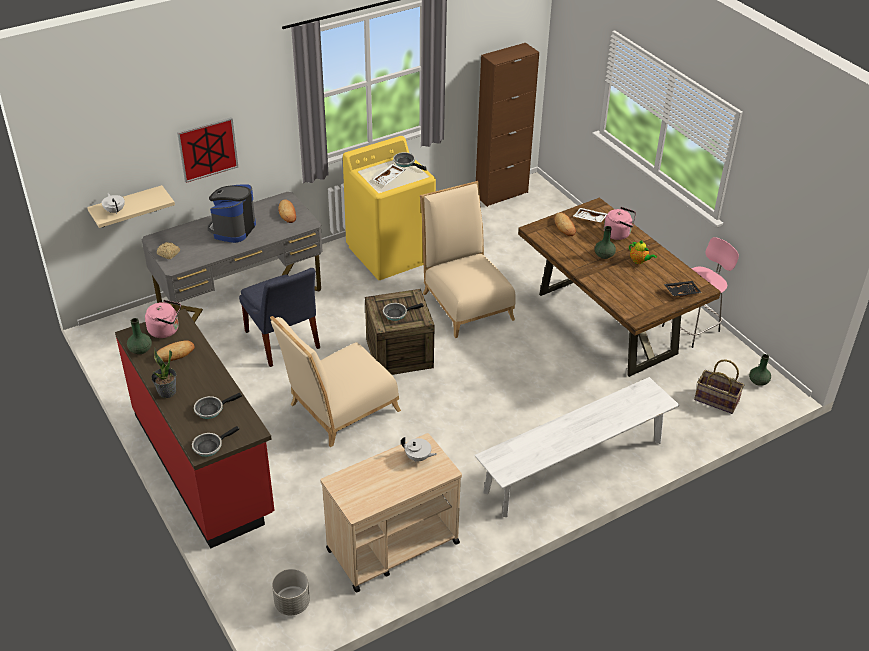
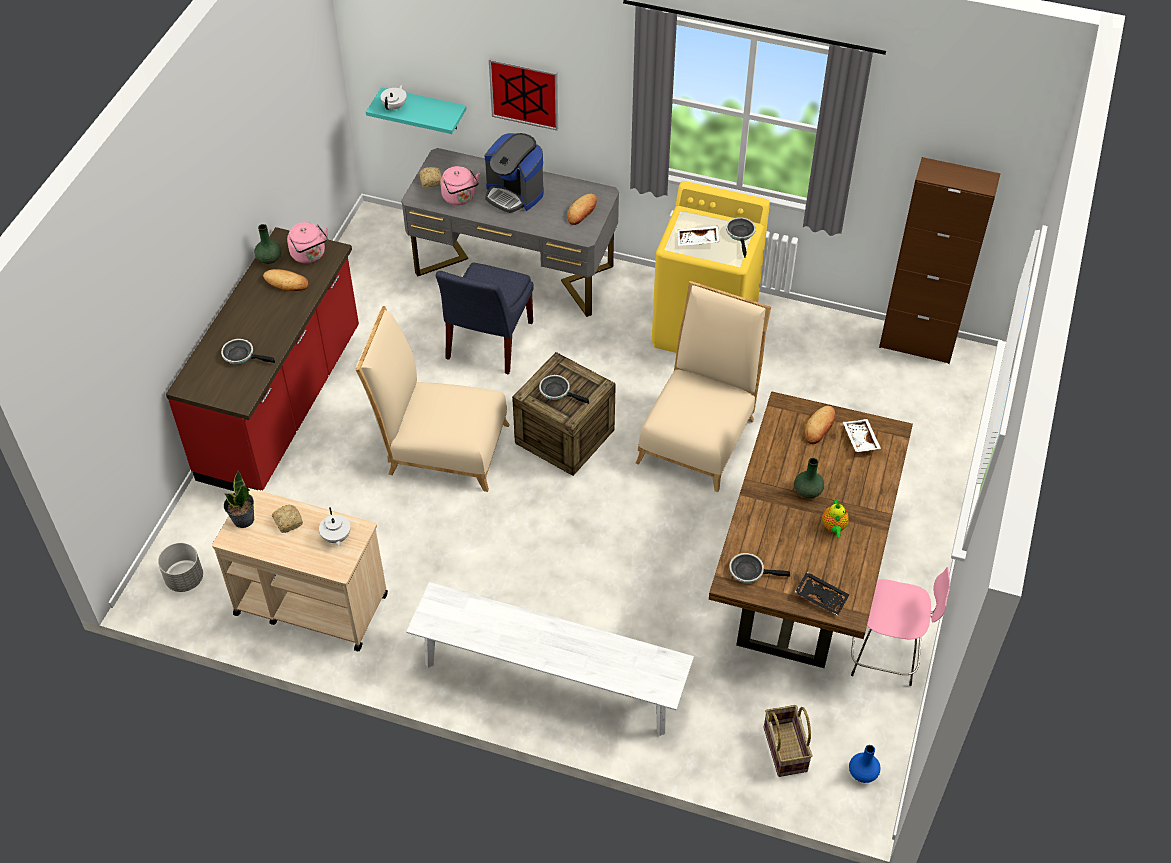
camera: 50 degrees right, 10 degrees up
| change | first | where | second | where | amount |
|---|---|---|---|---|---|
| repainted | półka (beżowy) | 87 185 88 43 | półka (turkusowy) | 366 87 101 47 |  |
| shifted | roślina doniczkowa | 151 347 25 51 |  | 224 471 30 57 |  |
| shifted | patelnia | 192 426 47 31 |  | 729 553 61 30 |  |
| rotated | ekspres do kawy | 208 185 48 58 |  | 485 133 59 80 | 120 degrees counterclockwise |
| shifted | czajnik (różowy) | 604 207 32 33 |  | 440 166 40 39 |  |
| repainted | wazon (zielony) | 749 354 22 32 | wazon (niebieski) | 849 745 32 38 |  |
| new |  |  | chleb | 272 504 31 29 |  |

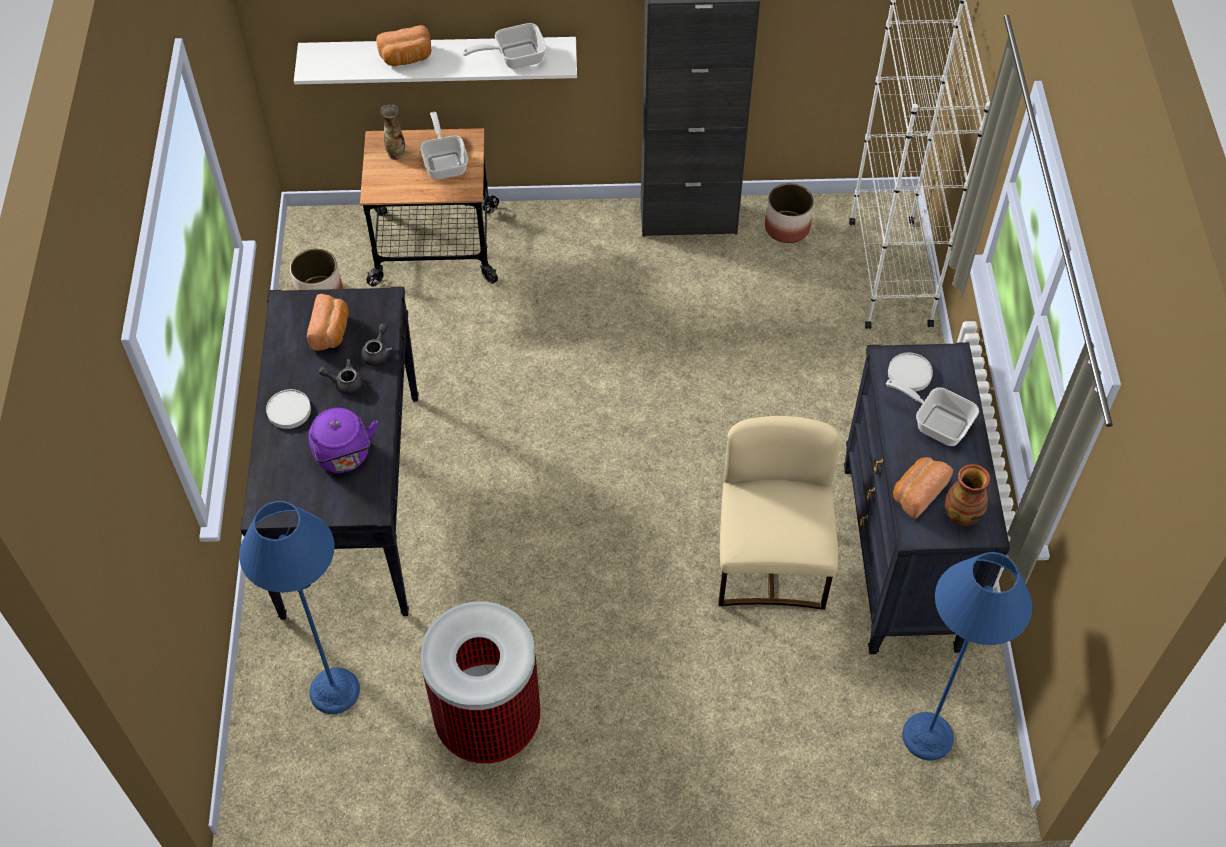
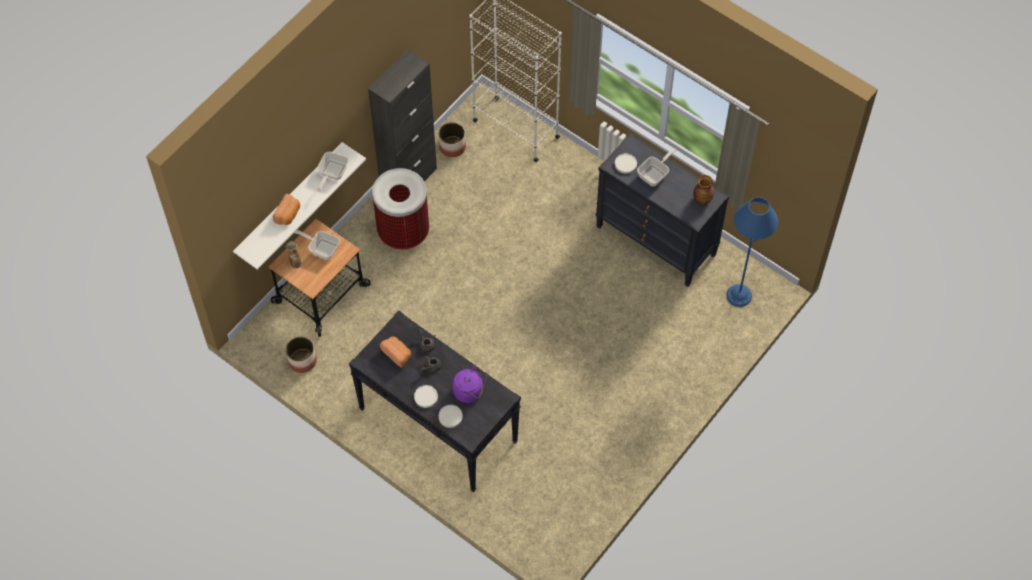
camera: 50 degrees left, 5 degrees up
| change | first | where | second | where | amount |
|---|---|---|---|---|---|
| gone | lampa stojąca (niebieski) | 239 501 121 213 |  |  |  |
| shifted | kosz na śmieci | 420 601 120 163 |  | 372 168 57 82 |  |
| gone | krzesło (beżowy) | 719 416 123 194 |  |  |  |
| rotated | patelnia | 886 379 93 67 |  | 637 148 40 38 | 150 degrees clockwise |
| gone | chleb | 893 457 60 62 |  |  |  |
| new |  |  | talerz (biały) | 439 405 24 23 |  |

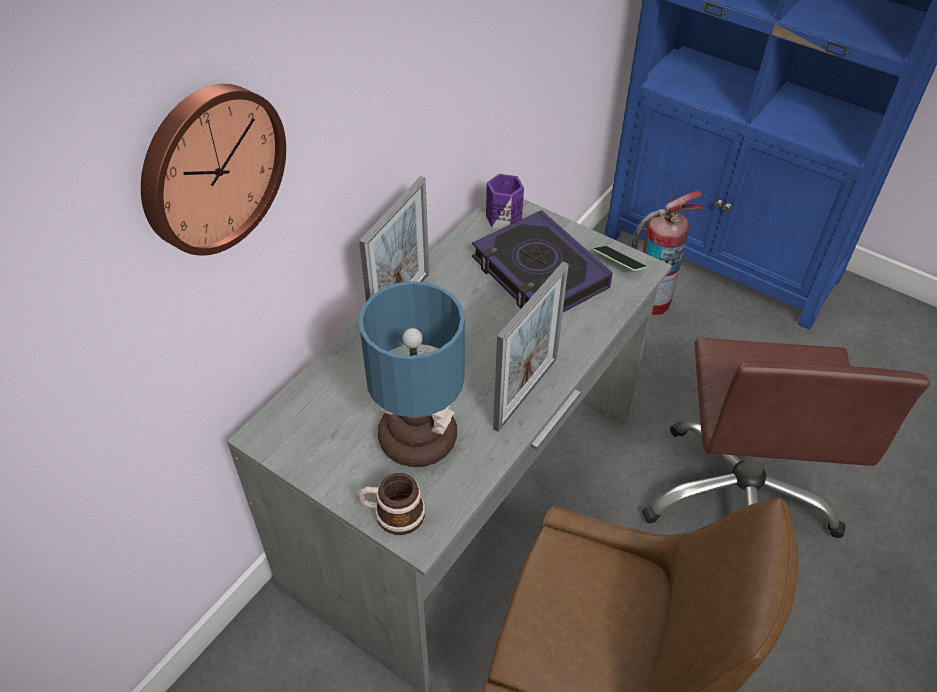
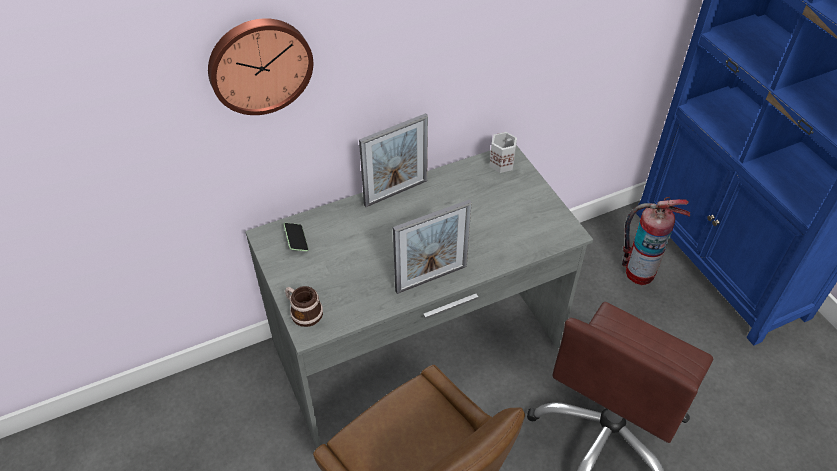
camera: 30 degrees right, 0 degrees up
| change | first | where | second | where | amount |
|---|---|---|---|---|---|
| gone | lampa stołowa | 359 281 106 186 |  |  |  |
| gone | książka | 472 210 141 102 |  |  |  |
| repainted | kubek (fioletowy) | 486 174 38 55 | kubek (biały) | 489 132 28 41 |  |
| shifted | telefon | 593 246 54 25 |  | 284 223 25 28 |  |

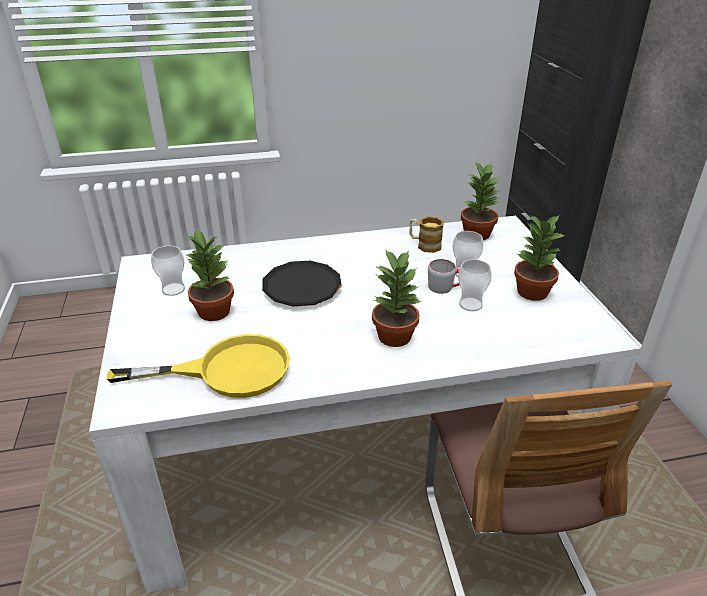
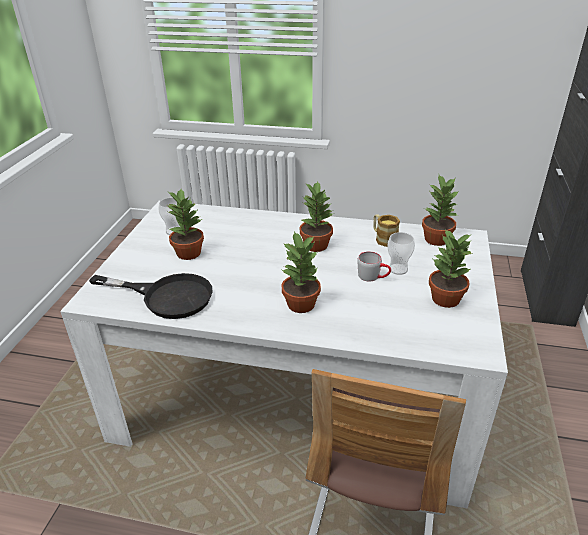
camera: 25 degrees right, 0 degrees up
| change | first | where | second | where | amount |
|---|---|---|---|---|---|
| repainted | patelnia (żółty) | 107 334 183 64 | patelnia (czarny) | 89 273 124 46 |  |
| gone | talerz (czarny) | 262 261 80 45 |  |  |  |
| gone | filiżanka | 458 259 34 52 |  |  |  |
| new |  |  | roślina doniczkowa | 300 181 33 71 |  |

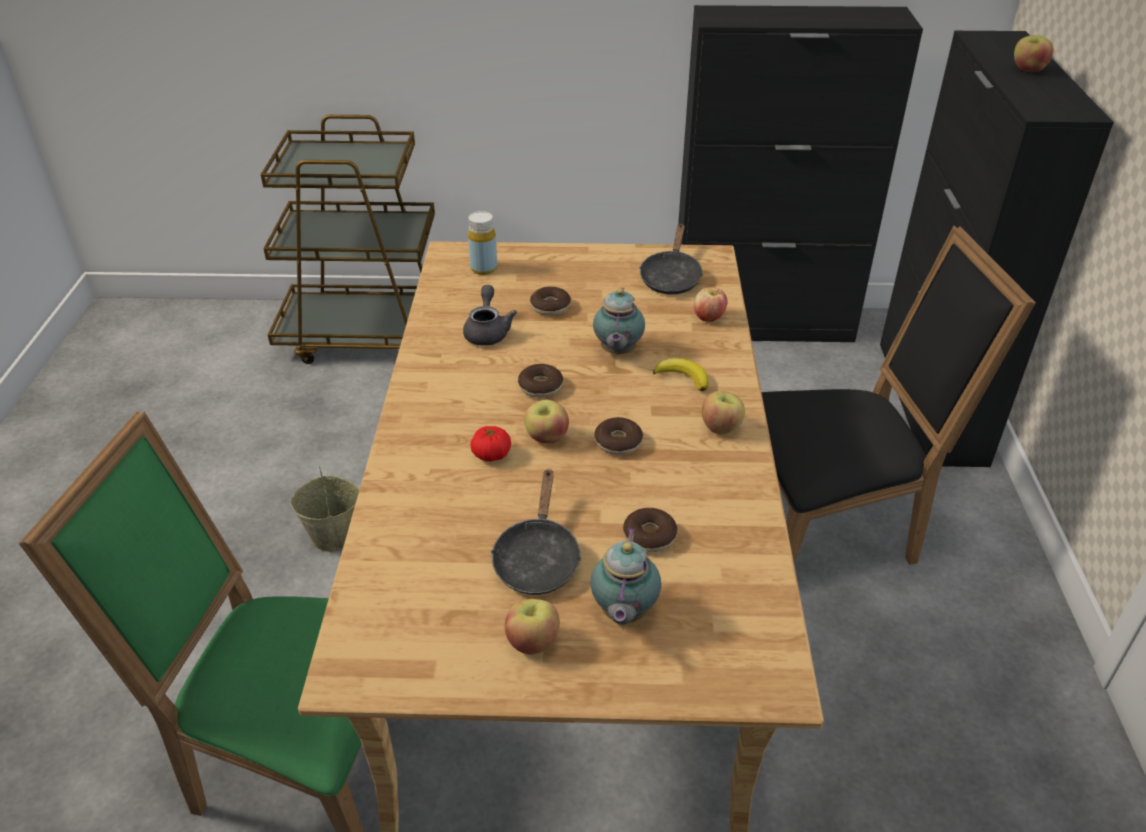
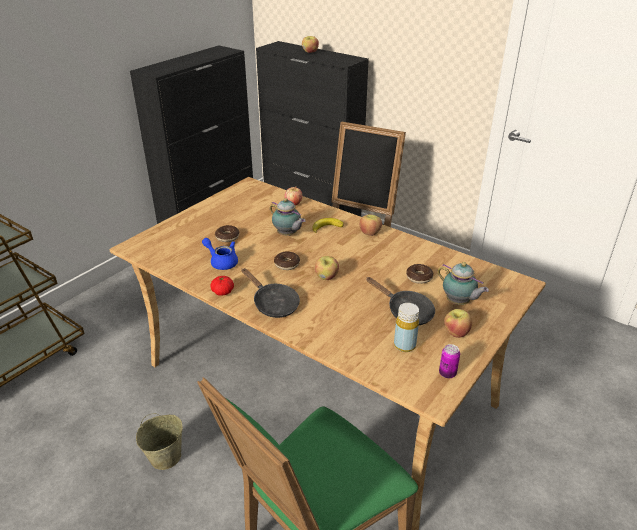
camera: 55 degrees left, 5 degrees down
| change | first | where | second | where | amount |
|---|---|---|---|---|---|
| repainted | imbryk (szary) | 463 285 54 61 | imbryk (niebieski) | 202 238 36 32 |  |
| shifted | butelka (żółty) | 468 211 29 64 |  | 394 303 25 49 |  |
| shifted | pomidor | 470 426 41 36 |  | 210 276 24 20 |  |
| gone | donut | 594 417 49 38 |  |  |  |
| shifted | patelnia (czarny) | 639 224 64 71 |  | 241 268 59 50 |  |
| new |  |  | puszka | 439 344 21 34 |  |

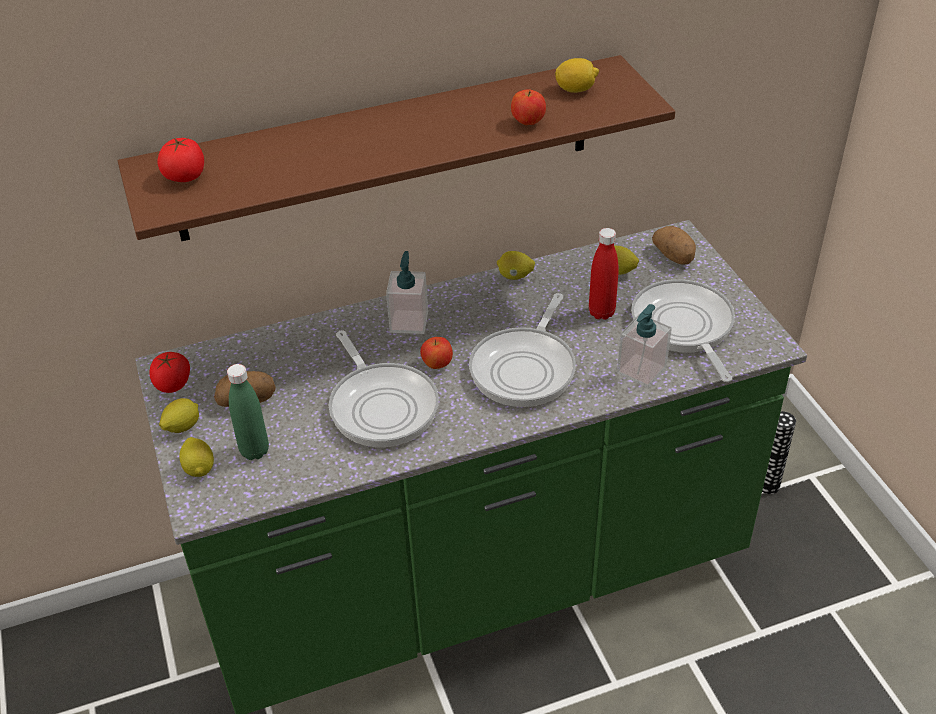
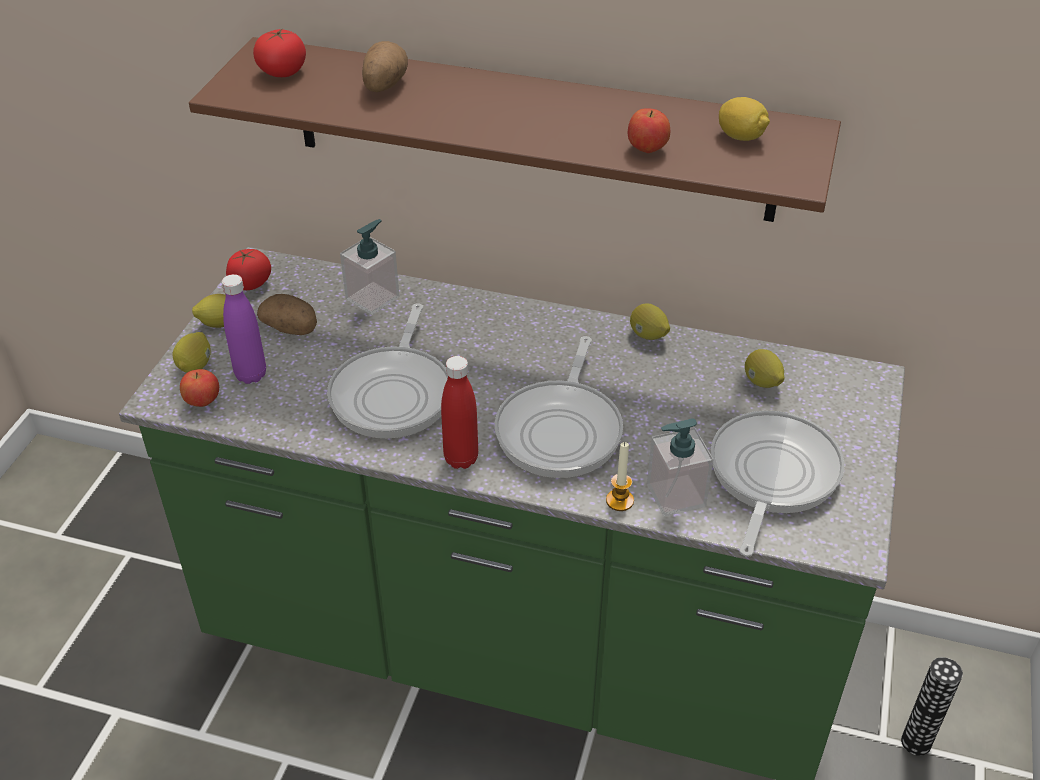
camera: 35 degrees right, 0 degrees up
| change | first | where | second | where | amount |
|---|---|---|---|---|---|
| repainted | butelka (zielony) | 227 364 42 96 | butelka (fioletowy) | 222 274 44 110 |  |
| shifted | dozownik mydła | 386 251 42 83 |  | 340 219 60 96 |  |
| shifted | jabłko | 420 337 33 32 |  | 180 369 39 38 |  |
| rotated | patelnia | 469 293 107 114 |  | 495 336 128 142 | 45 degrees counterclockwise |
| shifted | butelka (czerwony) | 589 228 30 92 |  | 441 356 37 113 |  |
| shifted | ziemniak | 652 226 44 39 |  | 362 41 46 52 |  |
| new |  |  | świeca | 606 442 28 69 |  |

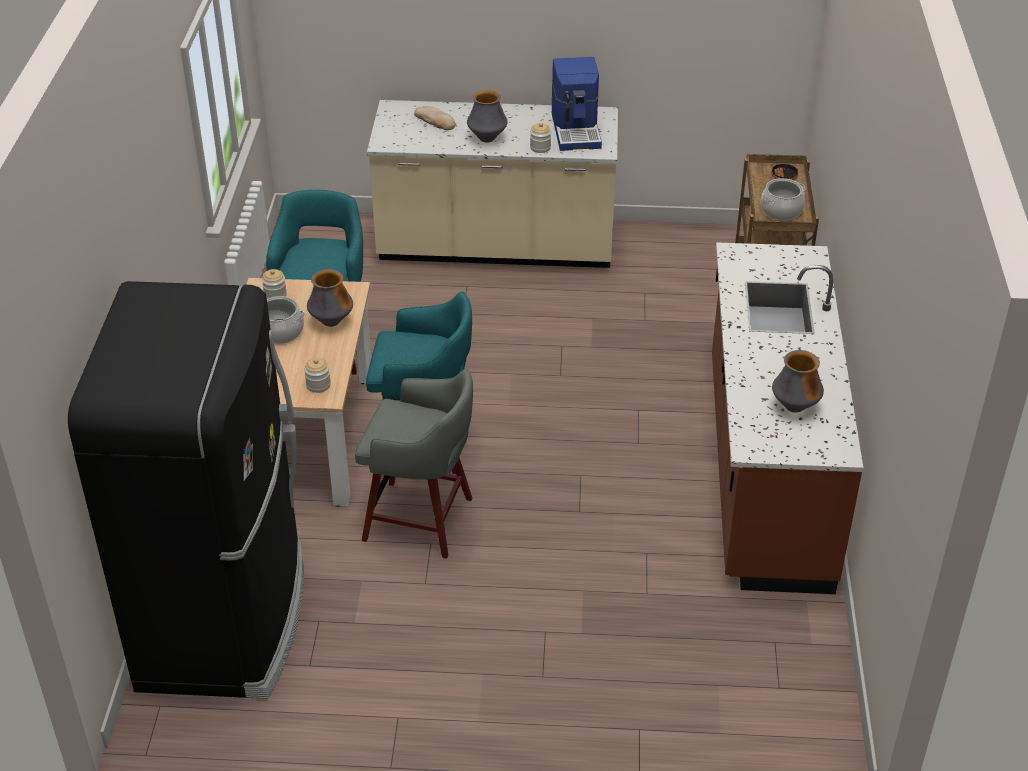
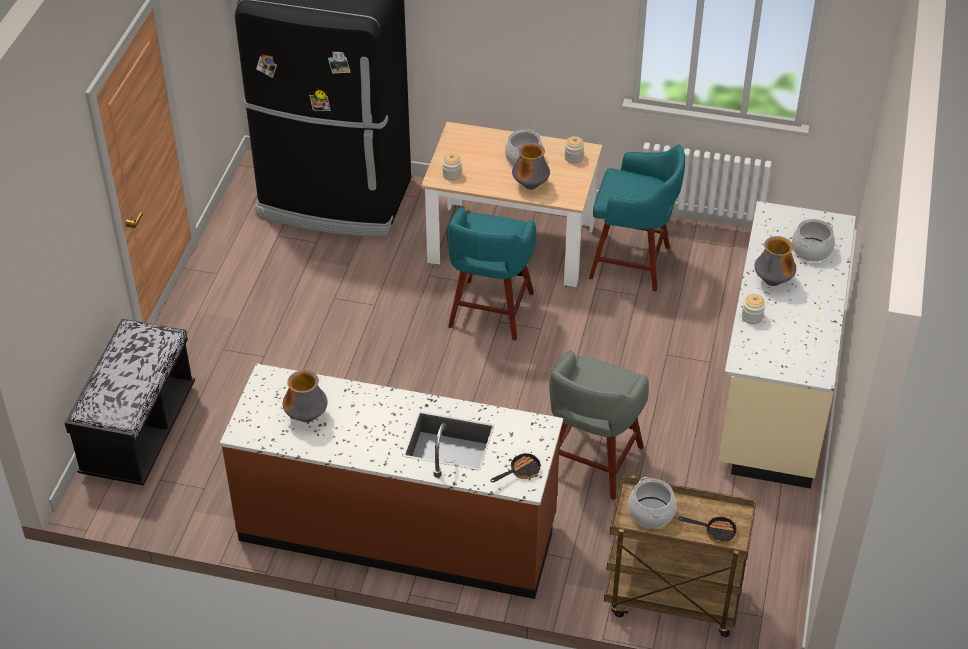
camera: 100 degrees right, 5 degrees up
| change | first | where | second | where | amount |
|---|---|---|---|---|---|
| shifted | stołek (szary) | 355 369 118 189 |  | 549 350 100 150 |  |
| swapped | chleb | 414 106 41 24 | garnek | 792 219 43 43 |  |
| gone | ekspres do kawy | 552 57 50 94 |  |  |  |
| new |  |  | ławka (czarny) | 65 319 130 167 |  |
| new |  |  | patelnia | 491 452 50 30 |  |

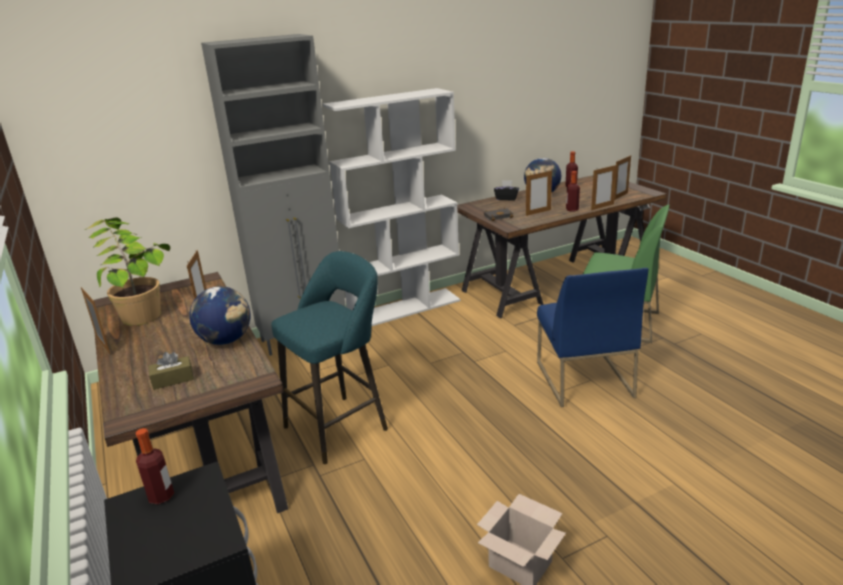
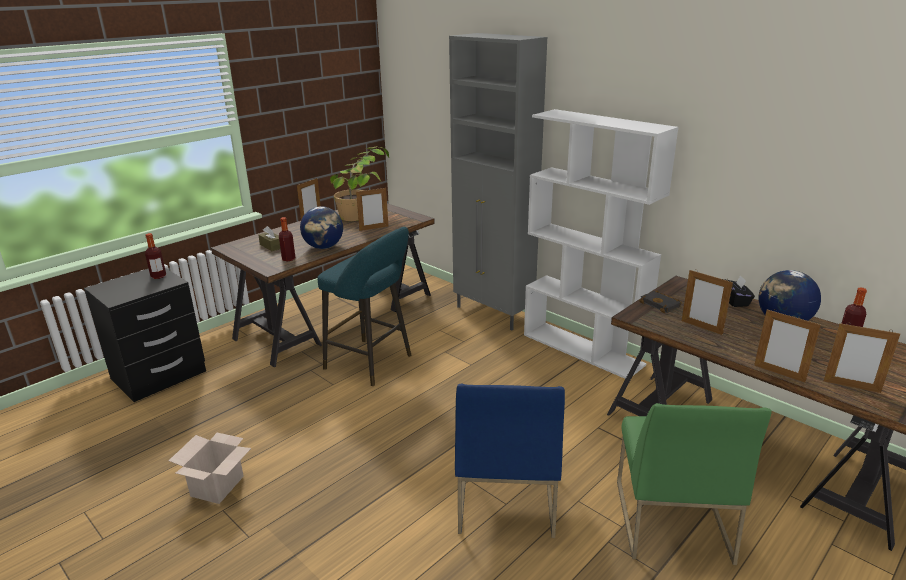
camera: 70 degrees right, 0 degrees up
| change | first | where | second | where | amount |
|---|---|---|---|---|---|
| rotated | krzesło (niebieski) | 537 268 111 139 |  | 455 384 110 154 | 60 degrees counterclockwise |
| shifted | butelka | 566 171 14 41 |  | 279 217 17 44 |  |

